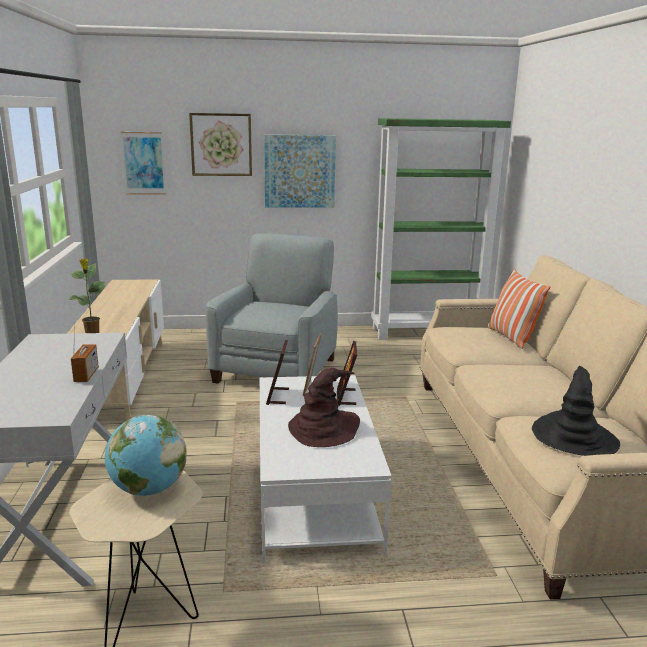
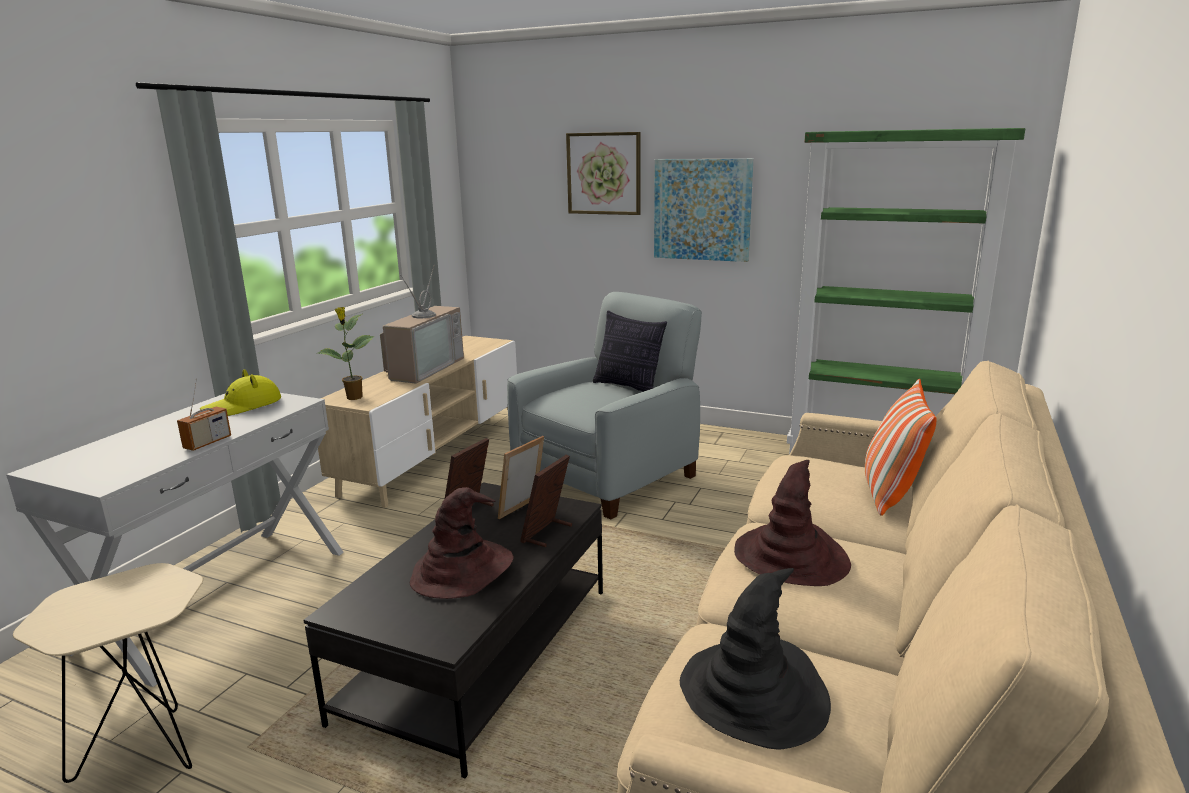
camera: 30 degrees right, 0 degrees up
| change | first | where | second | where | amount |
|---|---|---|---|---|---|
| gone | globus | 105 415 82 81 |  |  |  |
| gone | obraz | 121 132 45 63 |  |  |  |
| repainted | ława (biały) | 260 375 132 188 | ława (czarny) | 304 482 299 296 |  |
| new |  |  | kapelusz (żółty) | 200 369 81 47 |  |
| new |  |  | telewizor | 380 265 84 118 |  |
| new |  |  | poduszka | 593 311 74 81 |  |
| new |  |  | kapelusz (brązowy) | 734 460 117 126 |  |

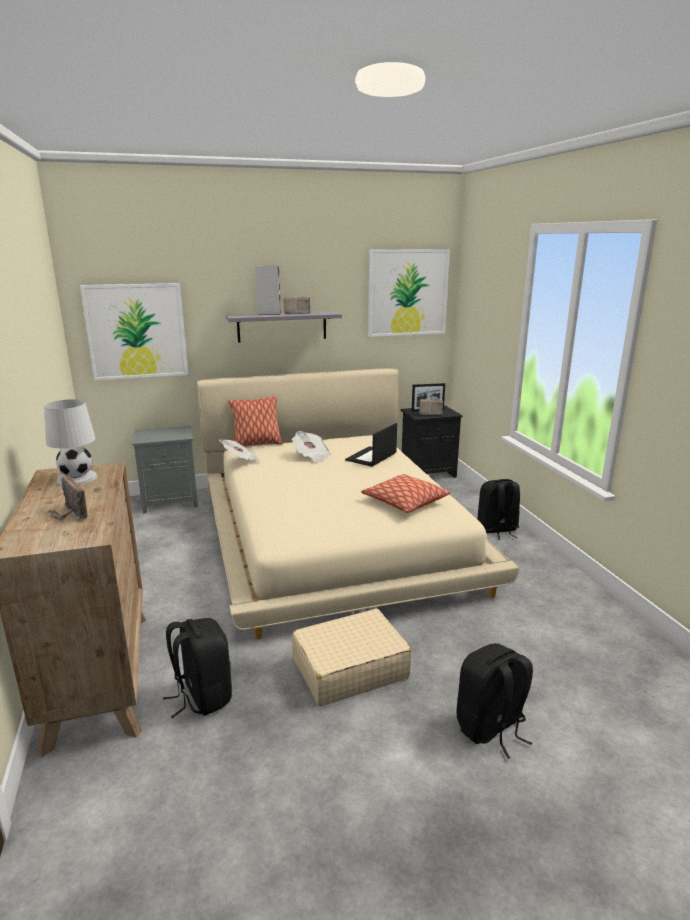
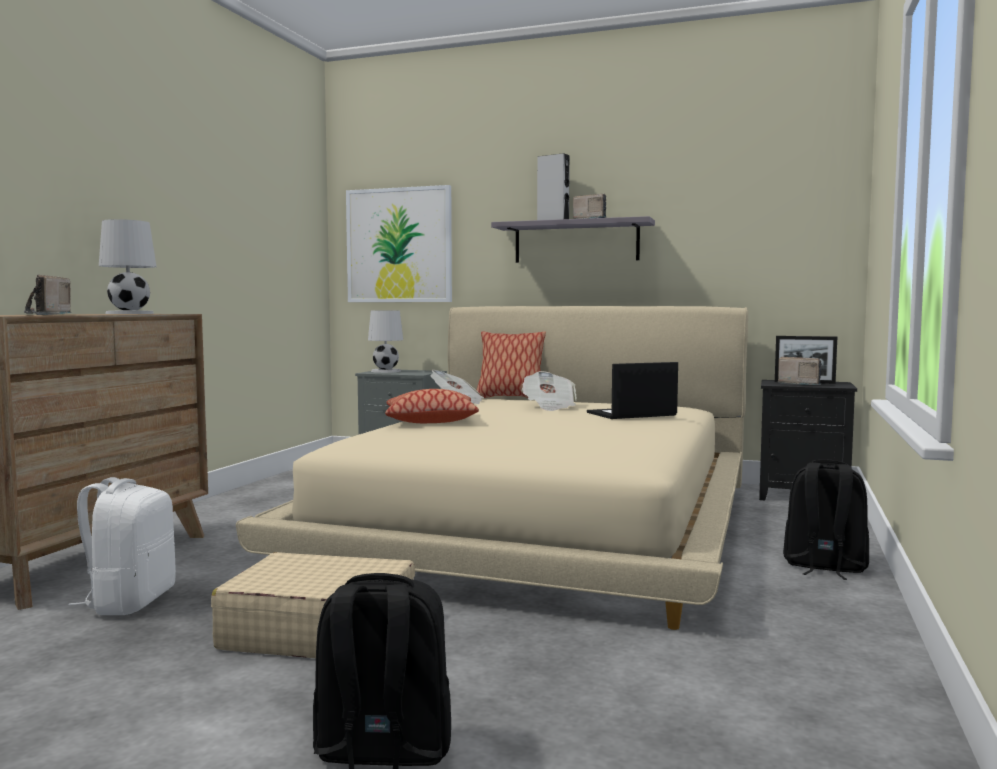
camera: 35 degrees right, 15 degrees down
| change | first | where | second | where | amount |
|---|---|---|---|---|---|
| repainted | plecak (czarny) | 163 618 69 100 | plecak (biały) | 68 477 108 138 |  |
| shifted | poduszka | 361 474 89 39 |  | 385 389 94 34 |  |
| gone | obraz | 368 249 82 88 |  |  |  |
| new |  |  | lampa stołowa (biały) | 368 311 35 62 |  |

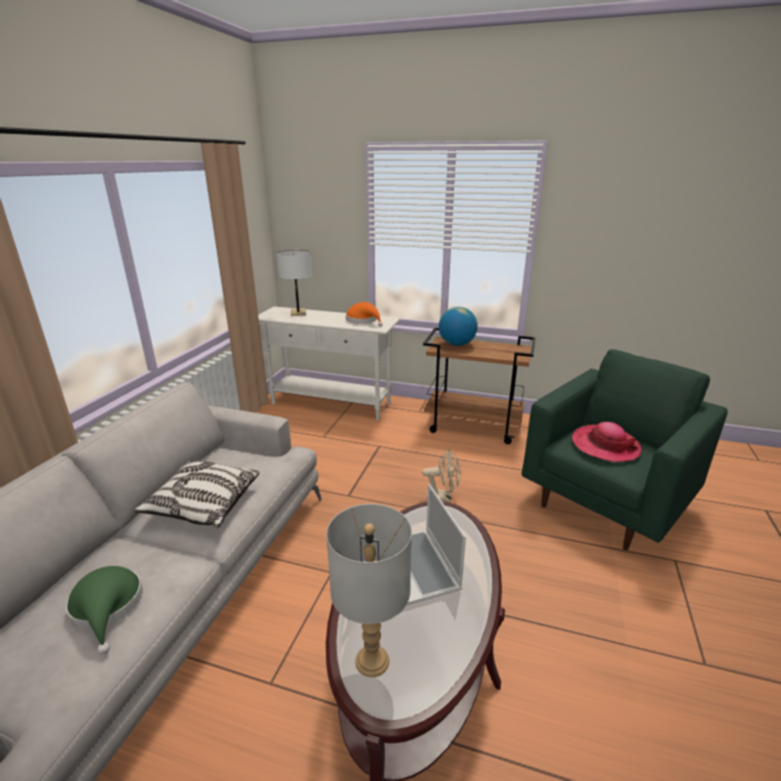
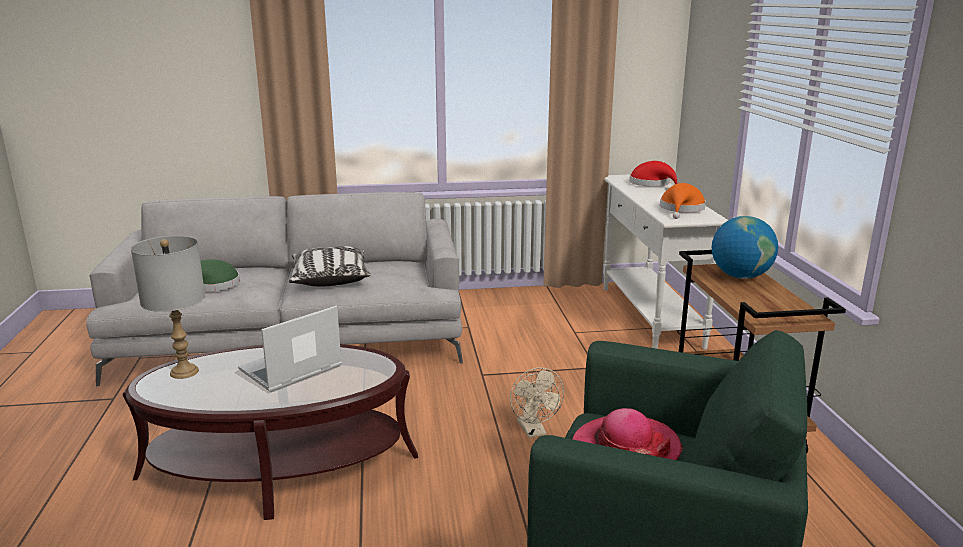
camera: 65 degrees right, 5 degrees down
| change | first | where | second | where | amount |
|---|---|---|---|---|---|
| swapped | lampa stołowa (biały) | 276 250 36 66 | kapelusz (czerwony) | 629 161 48 25 |  |

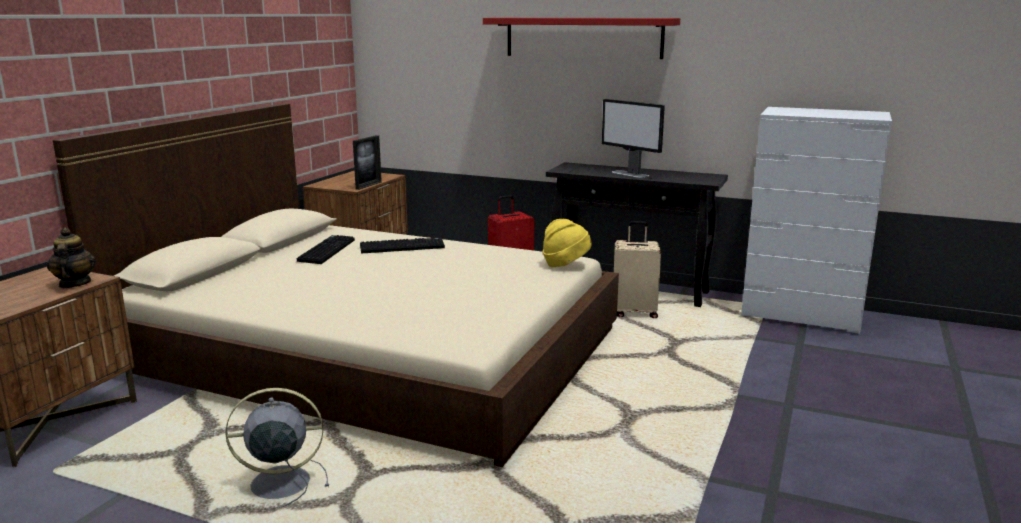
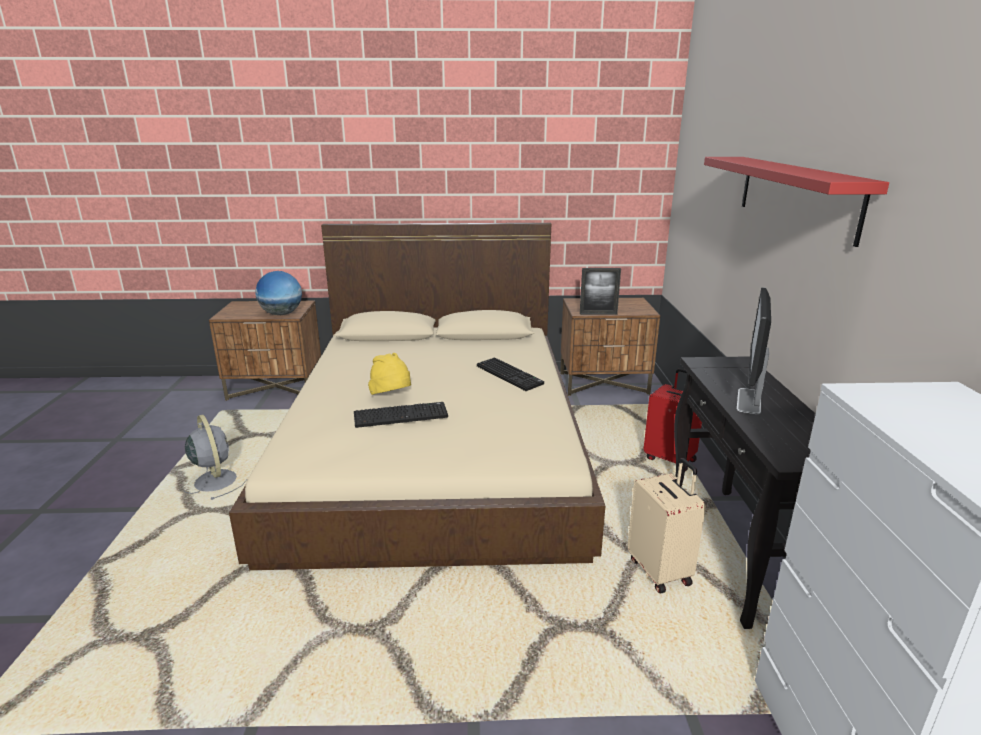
camera: 65 degrees right, 5 degrees up
| change | first | where | second | where | amount |
|---|---|---|---|---|---|
| swapped | imbryk | 47 227 49 61 | globus | 255 271 47 44 |  |
| shifted | klawiatura | 297 235 58 29 |  | 354 402 94 26 |  |
| shifted | kapelusz (żółty) | 543 219 49 48 |  | 368 353 43 42 |  |

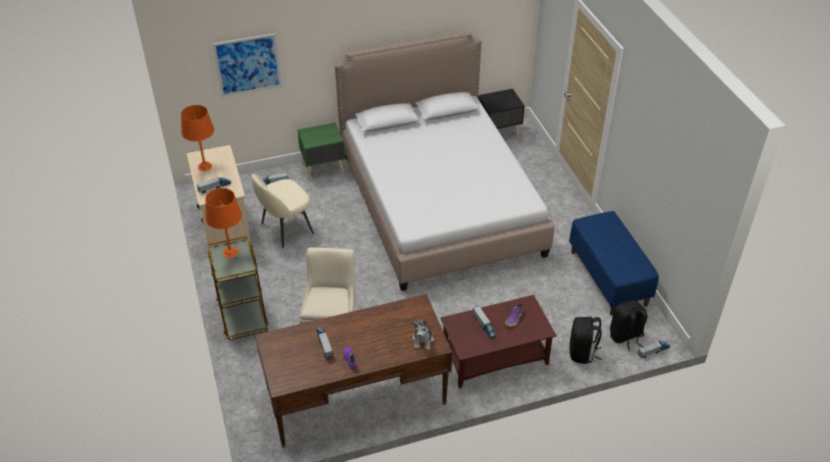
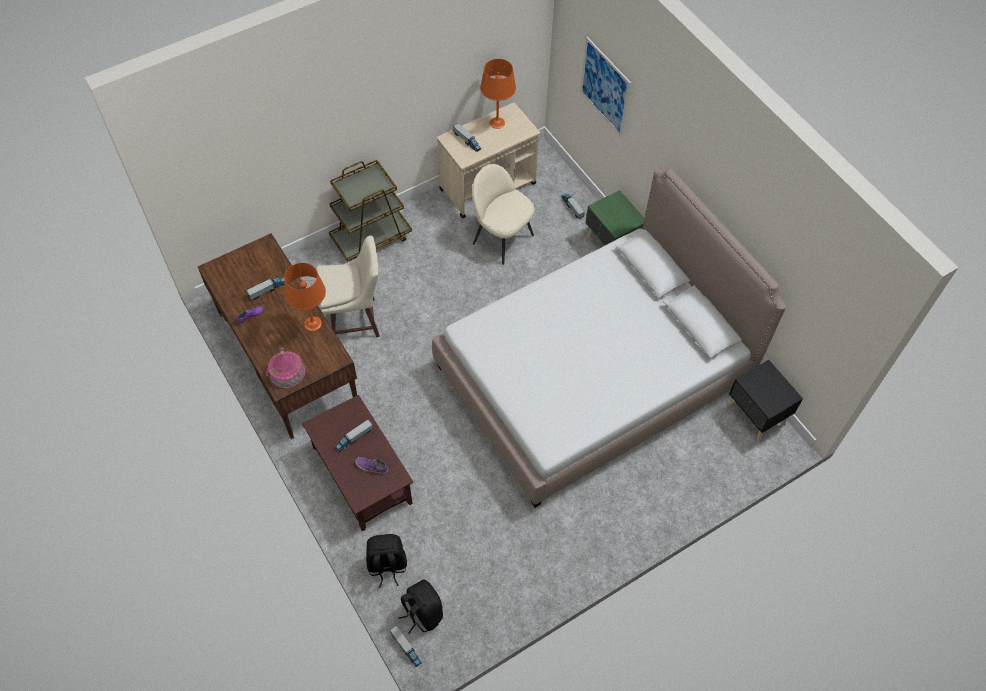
camera: 75 degrees right, 15 degrees up
| change | first | where | second | where | amount |
|---|---|---|---|---|---|
| shifted | lampa stołowa (pomarańczowy) | 205 188 37 70 |  | 284 263 42 68 |  |
| swapped | pluszak | 412 318 22 32 | domek | 266 347 40 41 |  |
| gone | ławka (niebieski) | 569 211 90 104 |  |  |  |

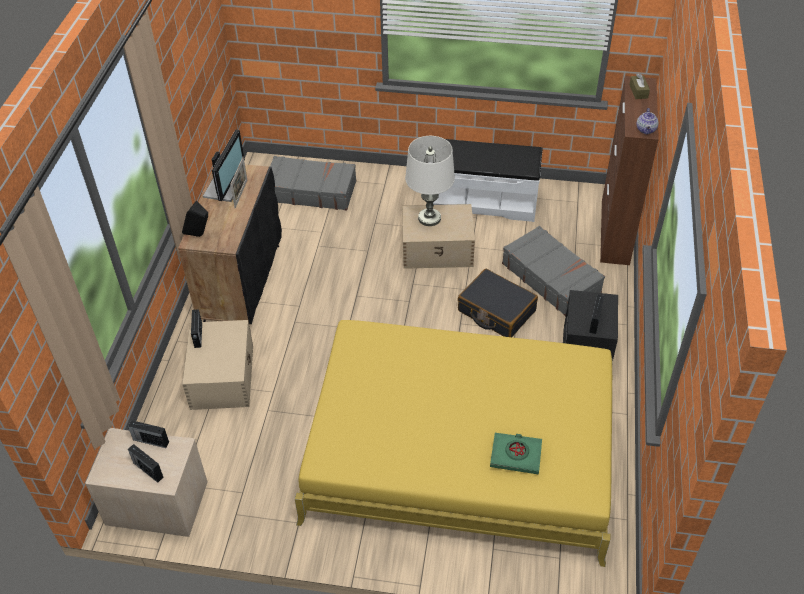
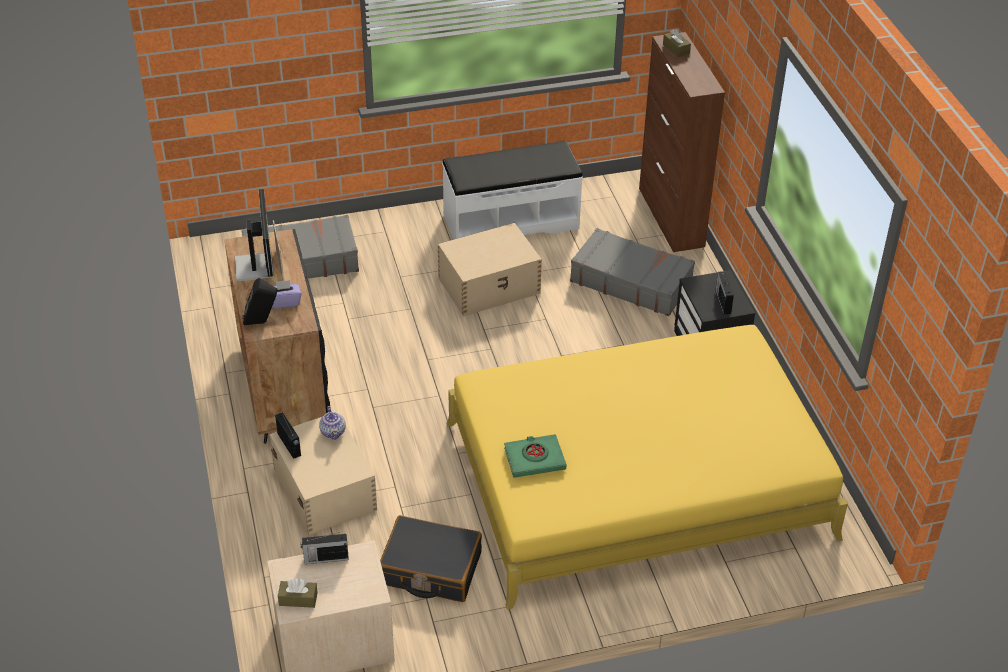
camera: 25 degrees left, 5 degrees down
| change | first | where | second | where | amount |
|---|---|---|---|---|---|
| gone | radio | 128 444 36 39 |  |  |  |
| gone | lampa stołowa (biały) | 405 136 50 90 |  |  |  |
| shifted | walizka (czarny) | 458 269 80 68 |  | 380 515 102 87 |  |
| shifted | książka (zielony) | 490 433 52 41 |  | 504 434 62 44 |  |
| shifted | imbryk | 636 108 23 27 |  | 319 406 27 34 |  |
| new |  |  | pudełko chusteczek (fioletowy) | 272 280 29 29 |  |
| new |  |  | pudełko chusteczek (brązowy) | 278 578 40 30 |  |

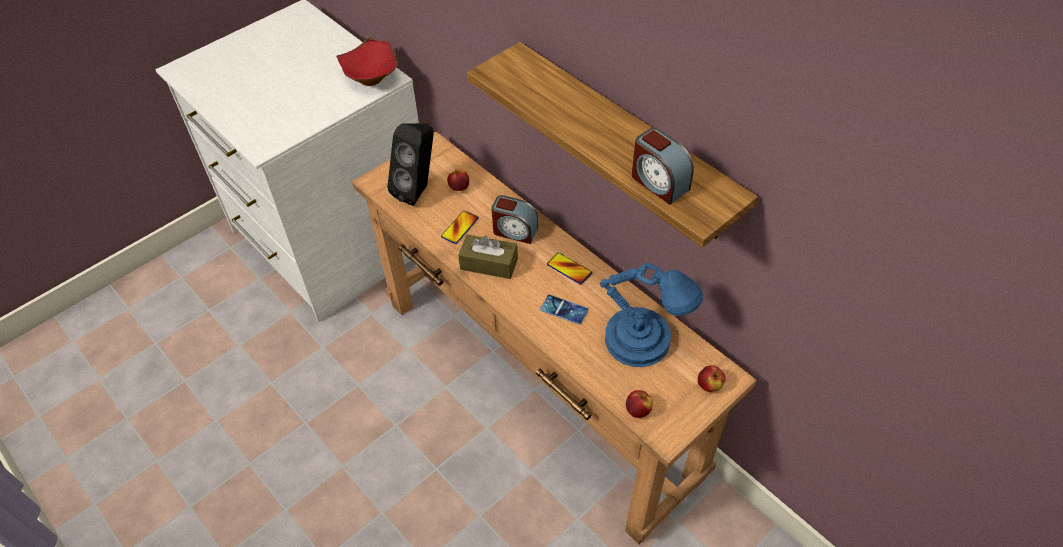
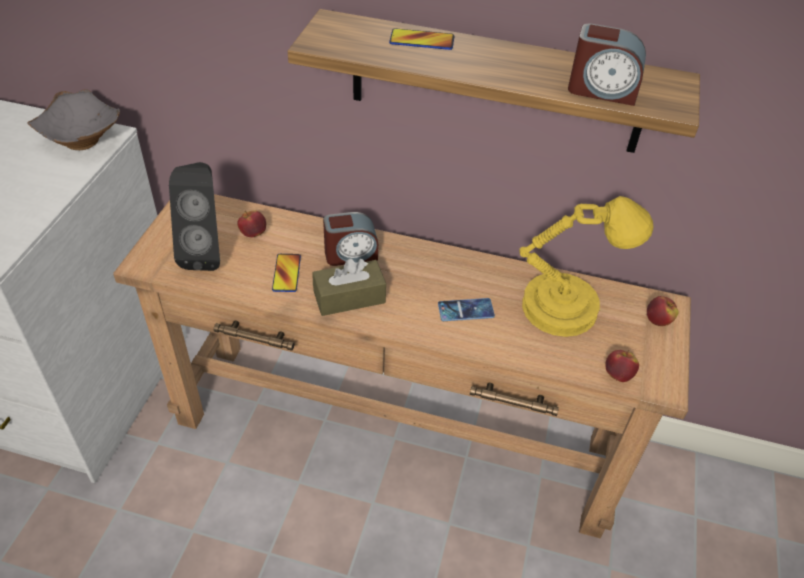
camera: 35 degrees left, 5 degrees down
| change | first | where | second | where | amount |
|---|---|---|---|---|---|
| repainted | miska (czerwony) | 336 38 62 48 | miska (szary) | 27 89 93 61 |  |
| shifted | telefon | 547 253 45 32 |  | 389 28 65 22 |  |
| repainted | lampa stołowa (niebieski) | 600 263 103 104 | lampa stołowa (żółty) | 519 196 134 141 |  |

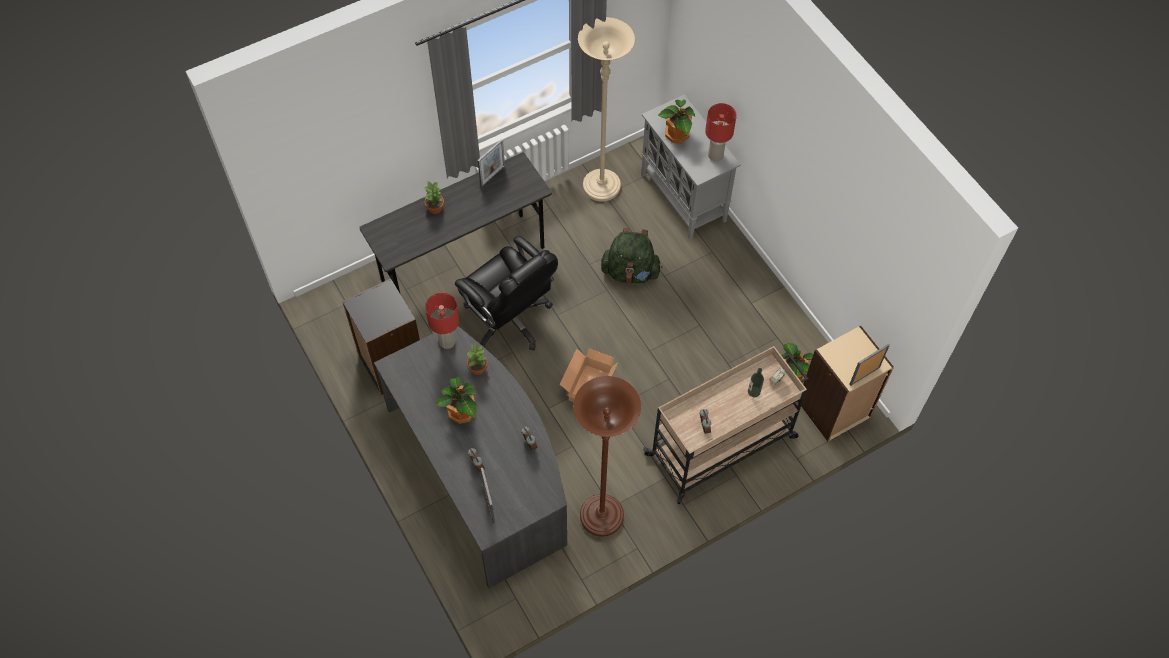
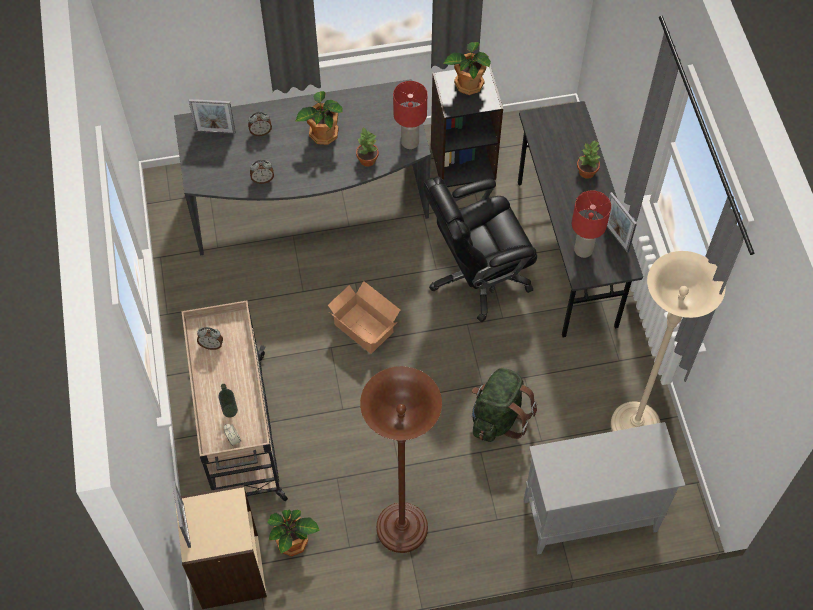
camera: 110 degrees right, 0 degrees up
| change | first | where | second | where | amount |
|---|---|---|---|---|---|
| shifted | lampa stojąca (brązowy) | 573 376 68 161 |  | 360 366 82 187 |  |
| shifted | roślina doniczkowa | 658 99 37 45 |  | 443 42 48 53 |  |
| shifted | lampa stołowa (czerwony) | 705 103 32 59 |  | 572 190 39 68 |  |

